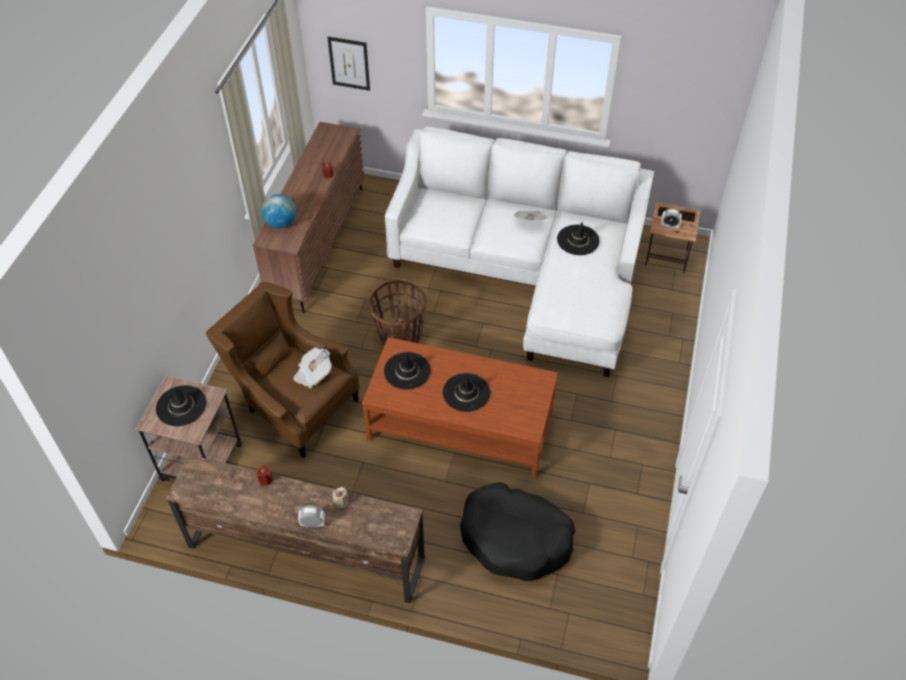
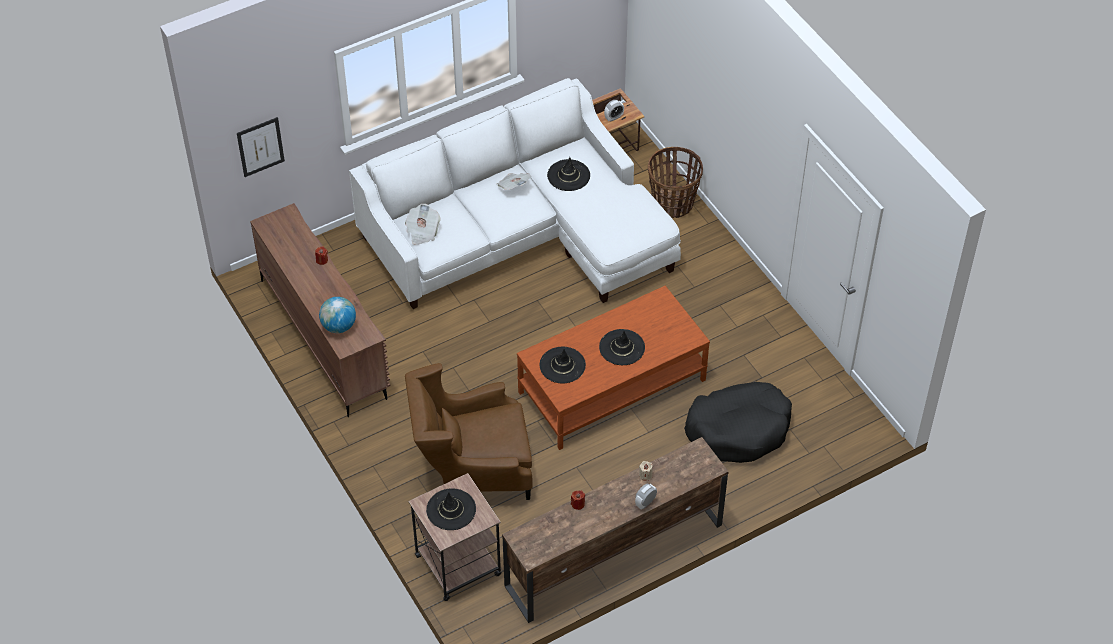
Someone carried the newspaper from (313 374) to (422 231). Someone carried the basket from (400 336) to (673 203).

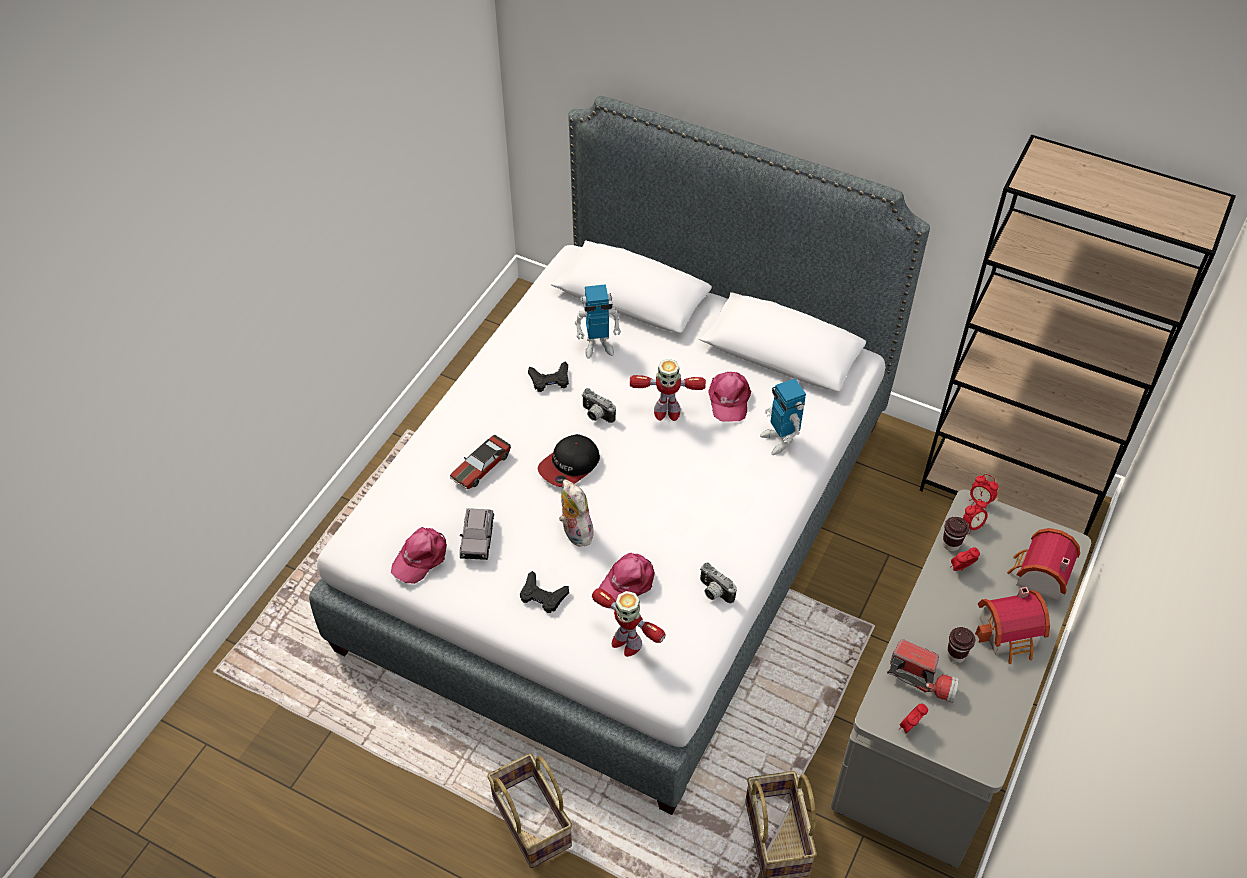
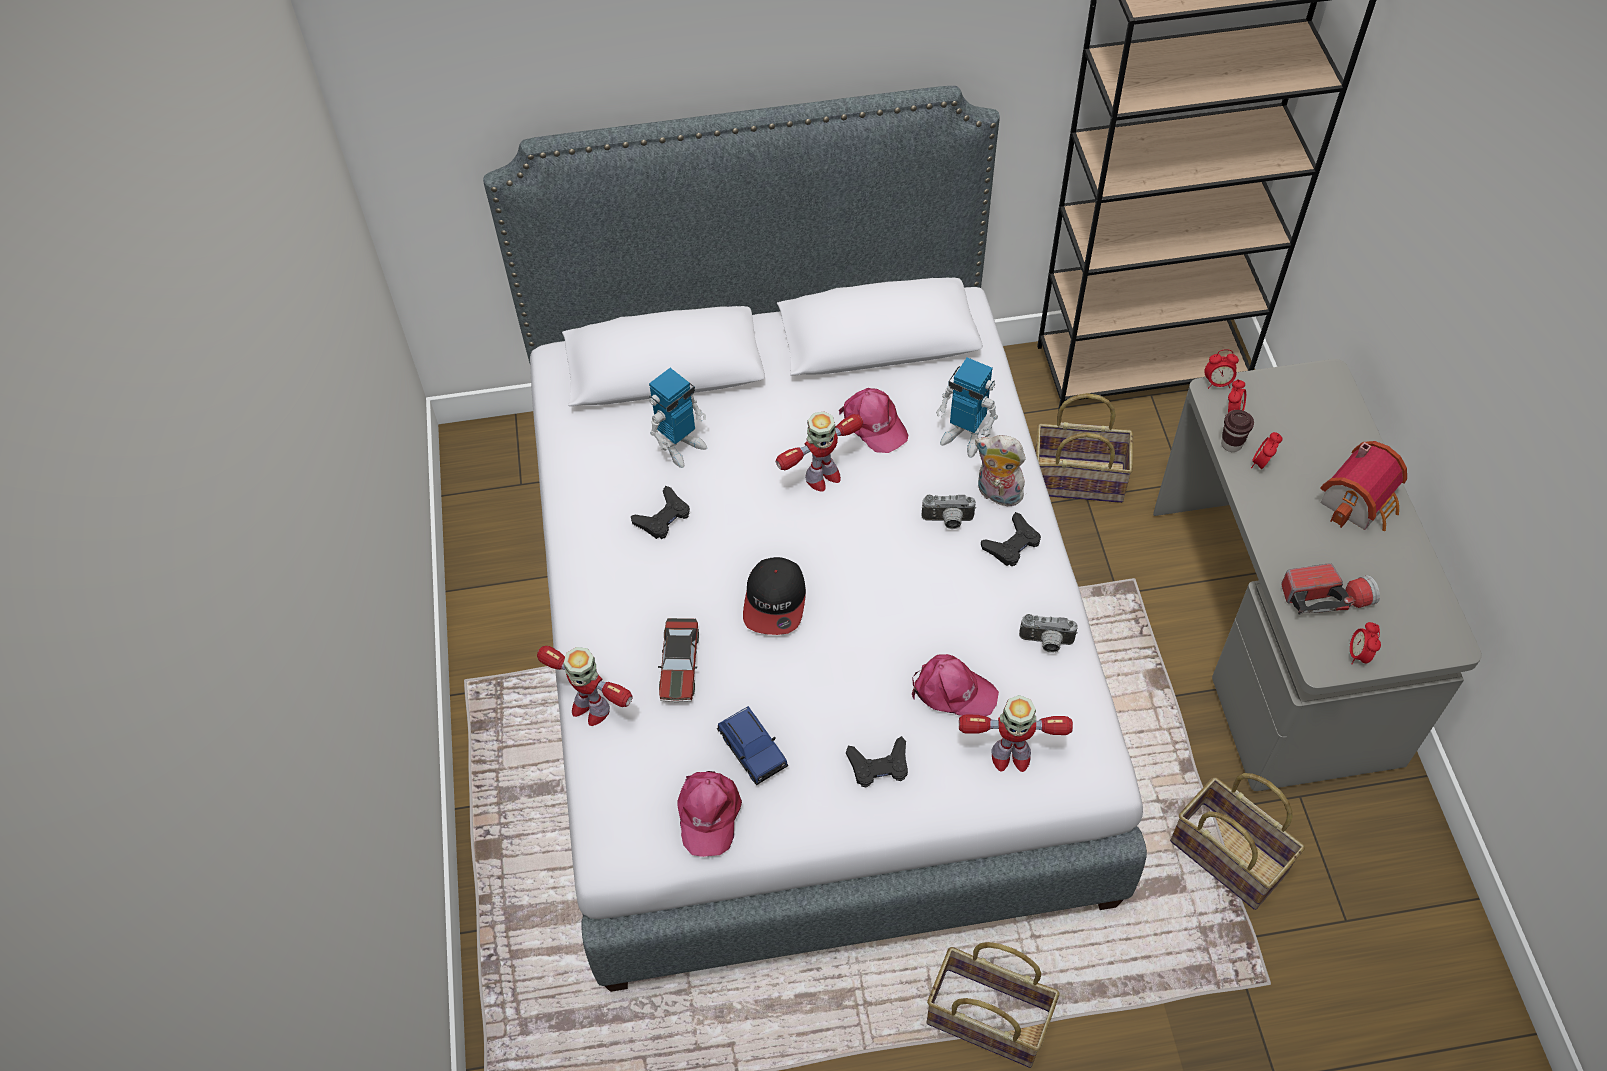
Someone took away the brown cup at (956 655). Someone took away the toy house at (1038 577). Someone put down the toy robot at (590 708). Someone put down the black game controller at (1012 544). Someone put down the basket at (1078 478). Someone carried the plush toy from (575 532) to (997 494). Someone carried the photo camera from (596 415) to (947 521). Someone repainted the grey toy car at (477 539), which became the blue toy car at (752 750). Someone rotated the pink cap at (627 583) by 75 degrees counterclockwise.

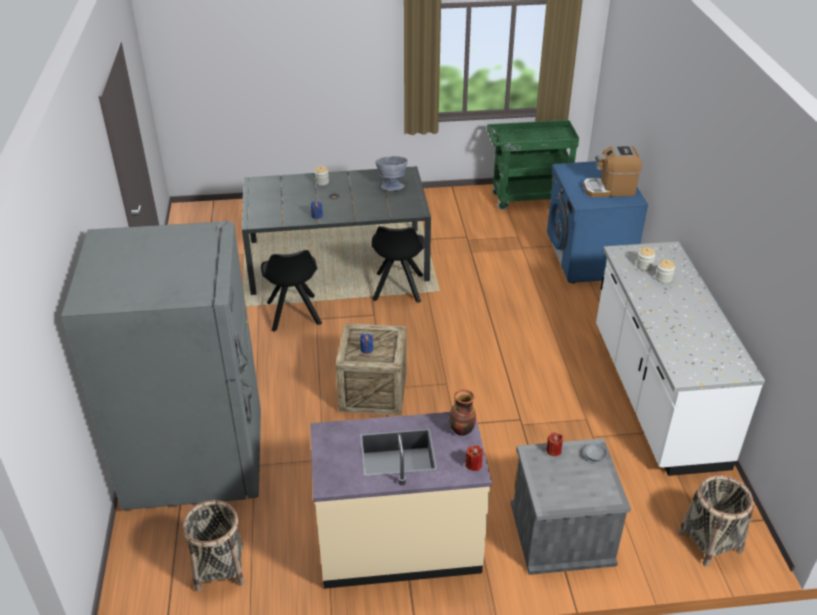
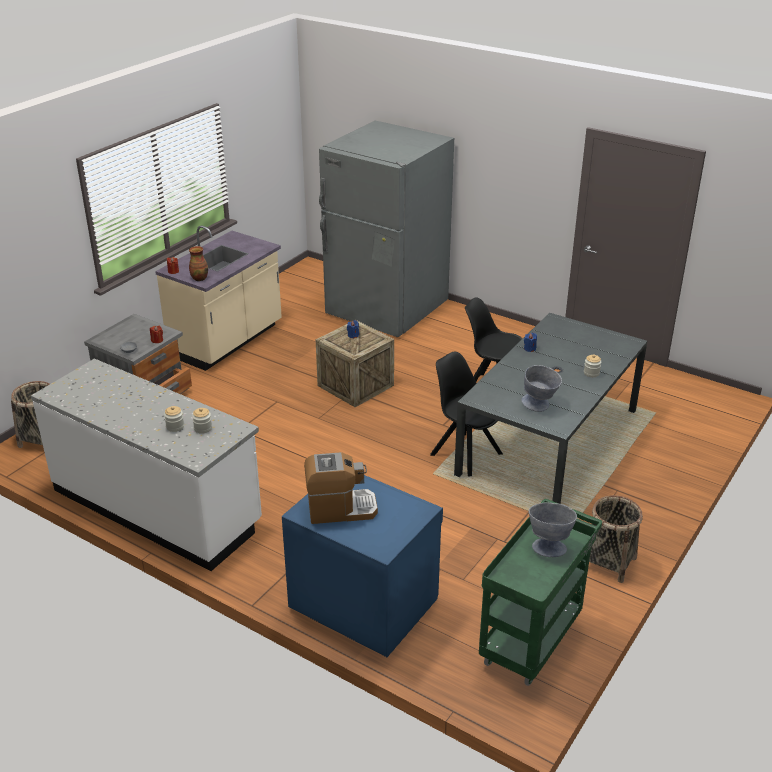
Someone put down the grey bowl at (549 545). Someone carried the basket from (219 568) to (609 562). Someone rotated the coffee machine at (609 189) by 45 degrees clockwise.

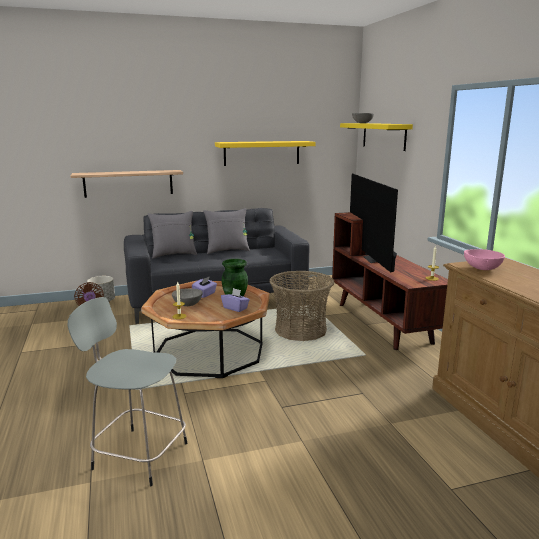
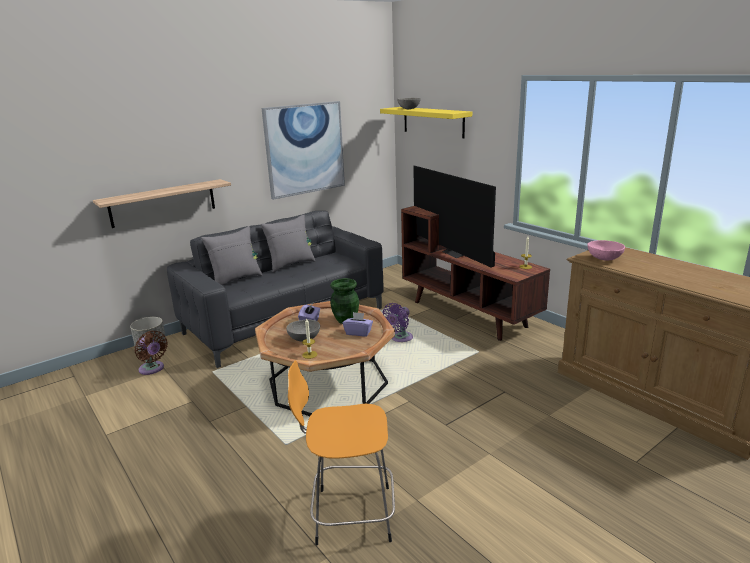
Someone swapped the yellow shelf at (262 153) for the picture at (305 149). Someone swapped the basket at (301 330) for the purple fan at (400 338). Someone repainted the grey stool at (138 455), which became the orange stool at (350 514).

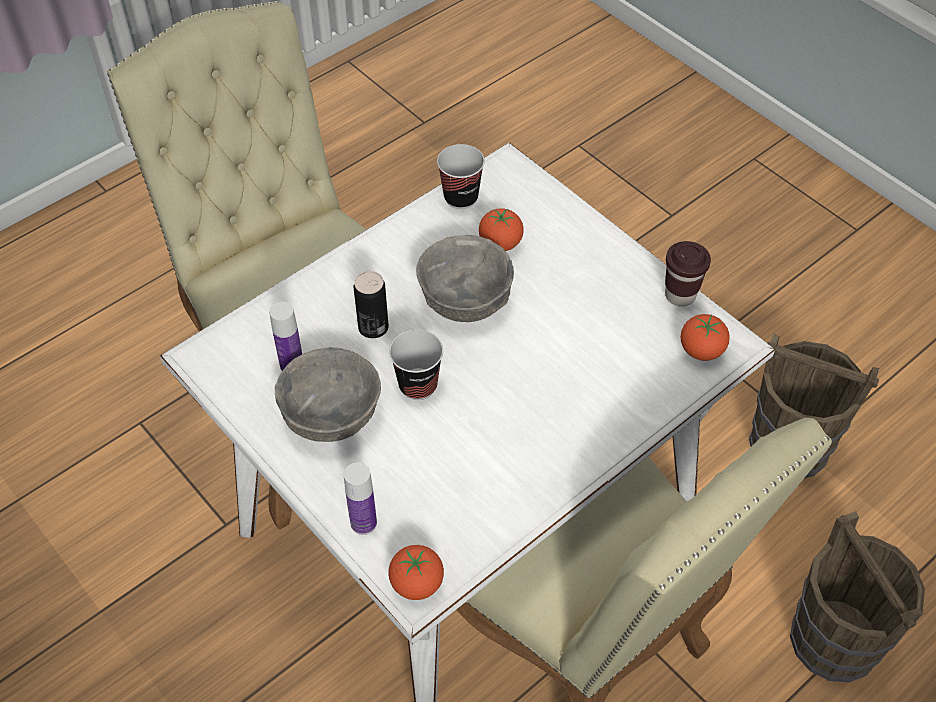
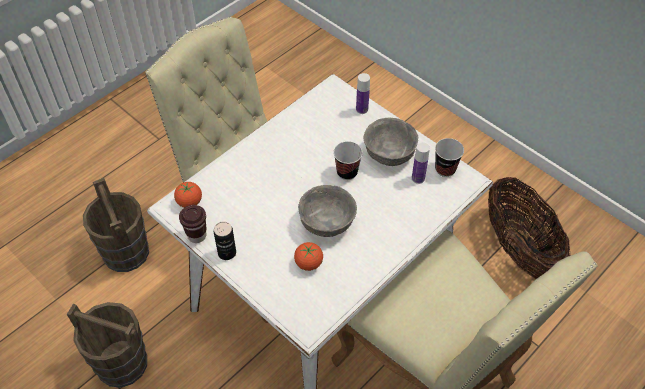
Someone took away the tomato at (417 583). Someone put down the basket at (519 249). Someone carried the can from (373 327) to (227 253). Someone carried the cup from (461 198) to (445 169).

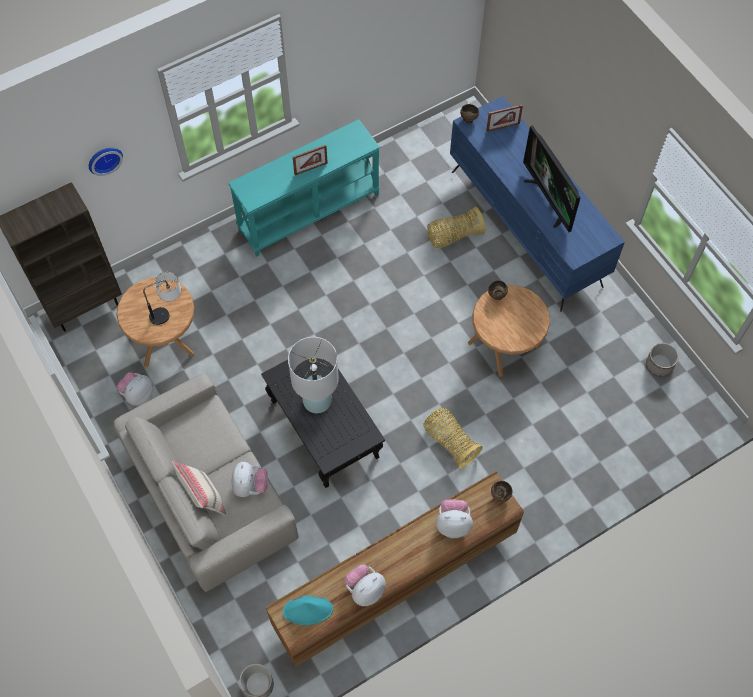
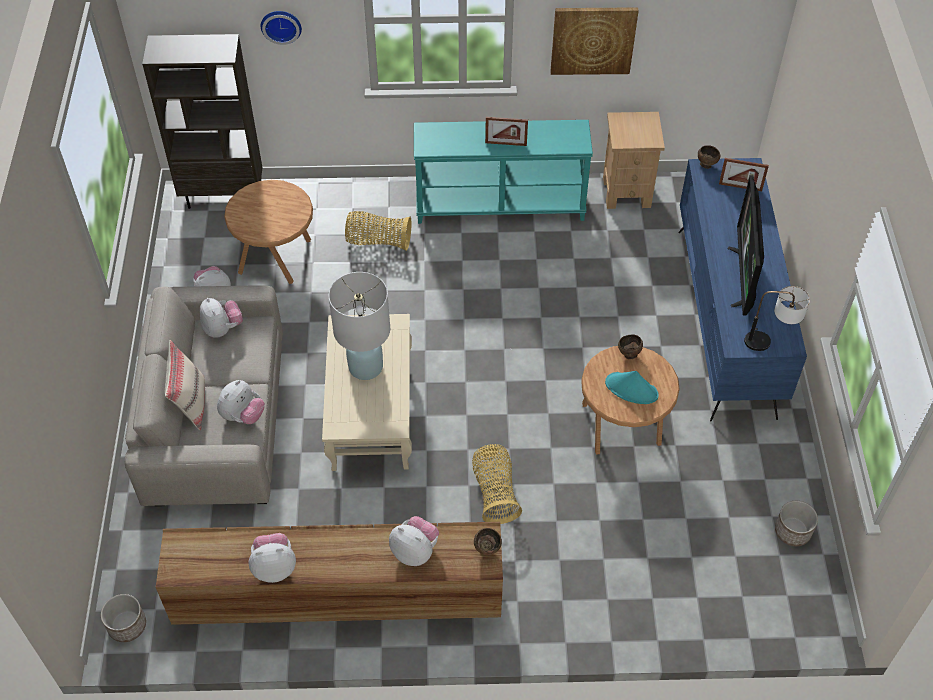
Someone put down the plush toy at (222 329). Someone put up the picture at (593 40). Someone put down the beige nightstand at (627 193). Someone carried the table lamp from (169 312) to (770 342). Someone carried the turquoise hat from (308 610) to (631 389). Someone carried the basket from (453 236) to (378 241). Someone repainted the black coffee table at (324 428), which became the beige coffee table at (371 413).

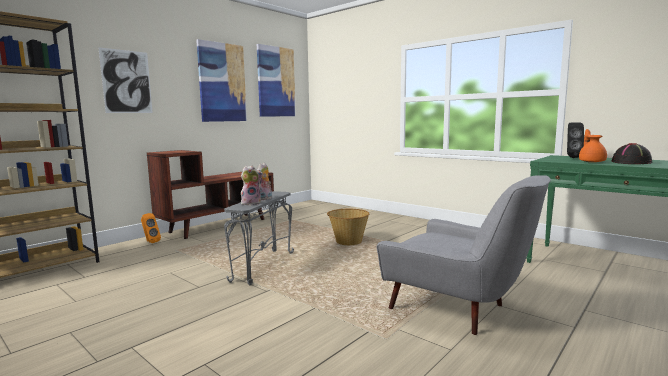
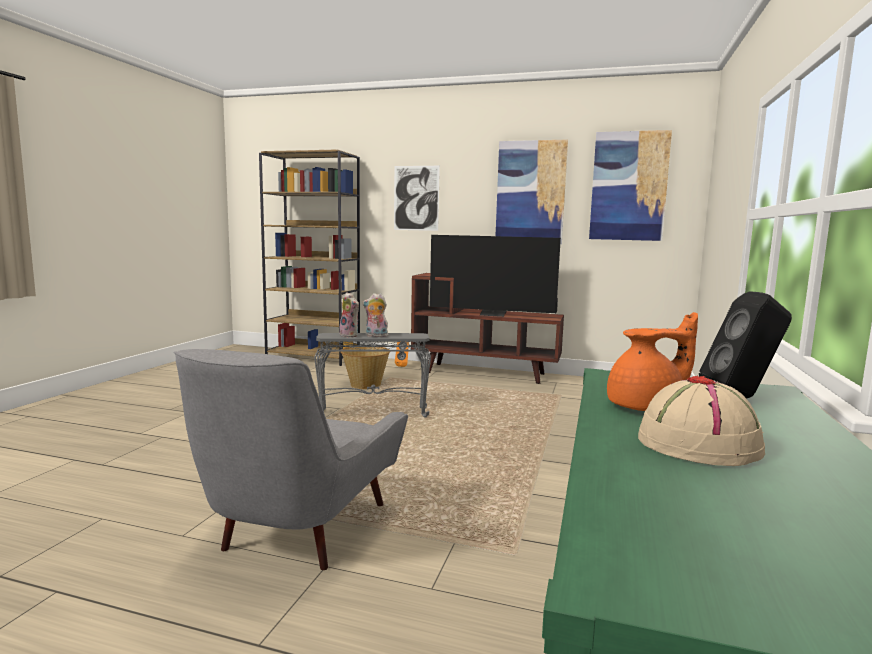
Someone put down the television at (493 314). Someone carried the basket from (348 242) to (365 384). Someone repainted the black hat at (631 162), which became the beige hat at (699 444).

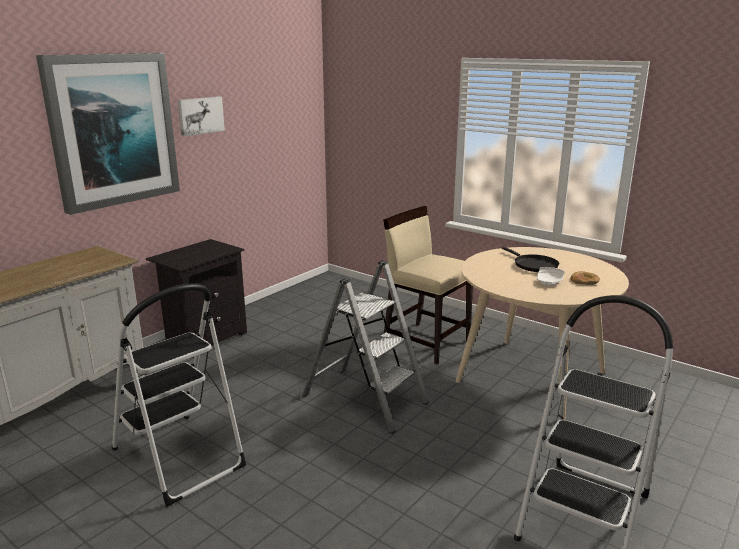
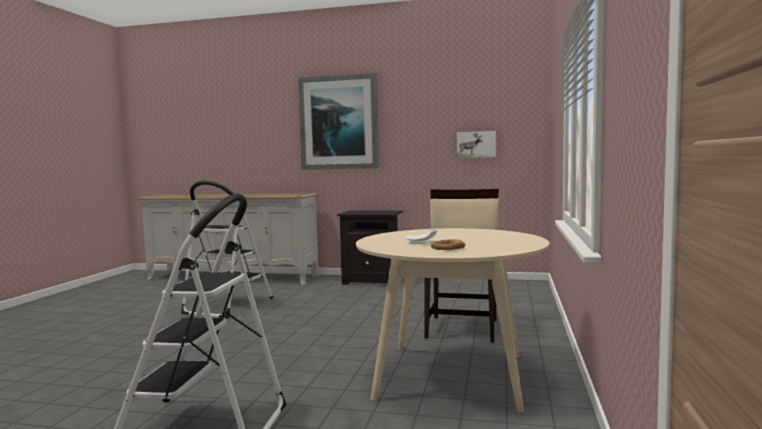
Someone took away the grey step ladder at (363 398). Someone took away the black frying pan at (533 265). Someone carried the picture from (200 115) to (476 144).

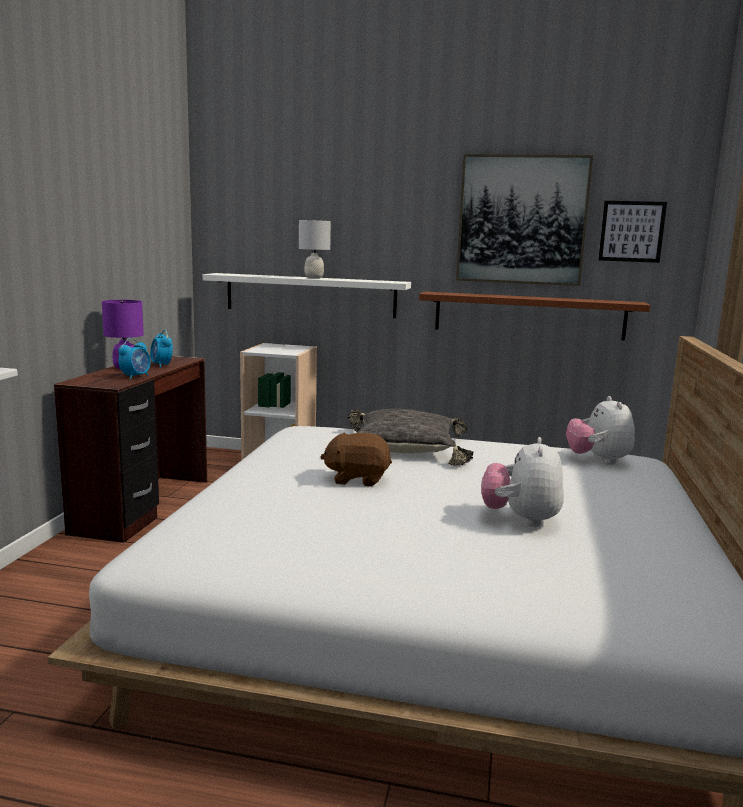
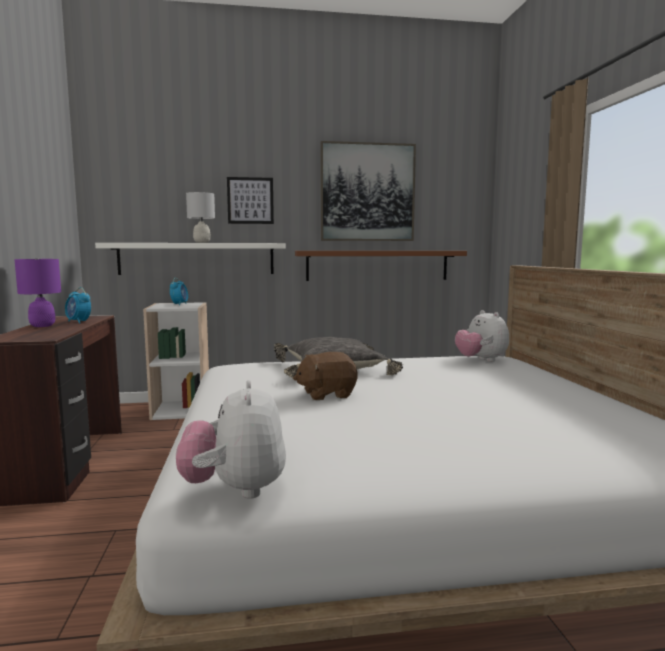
Someone carried the alarm clock from (136 377) to (179 304). Someone carried the plush toy from (521 519) to (235 490). Someone carried the picture from (631 231) to (250 200).

